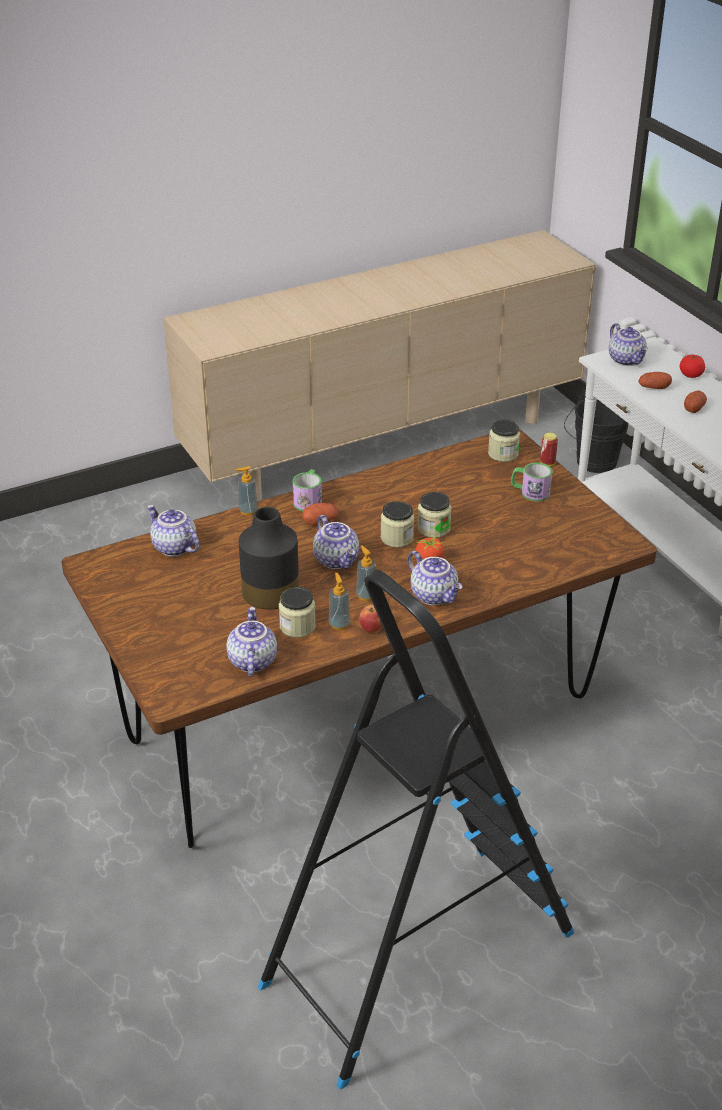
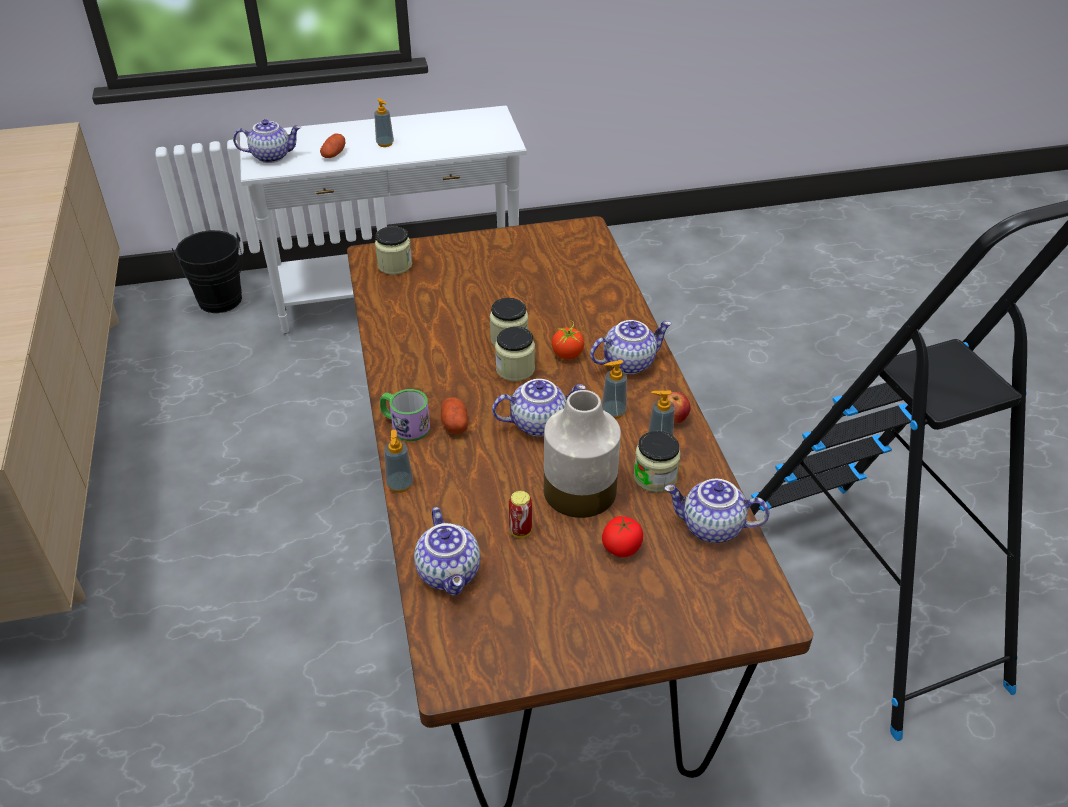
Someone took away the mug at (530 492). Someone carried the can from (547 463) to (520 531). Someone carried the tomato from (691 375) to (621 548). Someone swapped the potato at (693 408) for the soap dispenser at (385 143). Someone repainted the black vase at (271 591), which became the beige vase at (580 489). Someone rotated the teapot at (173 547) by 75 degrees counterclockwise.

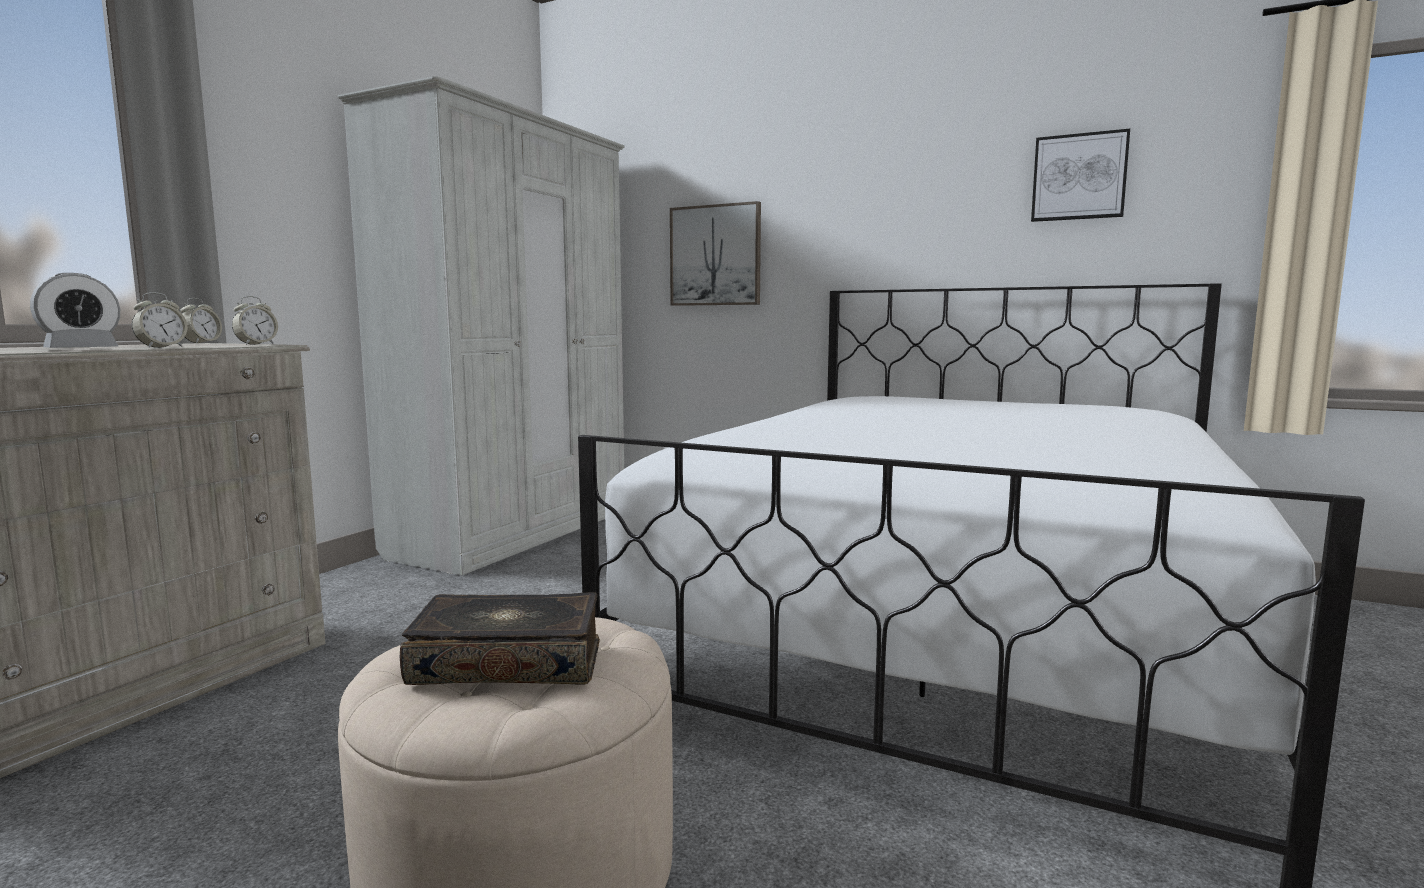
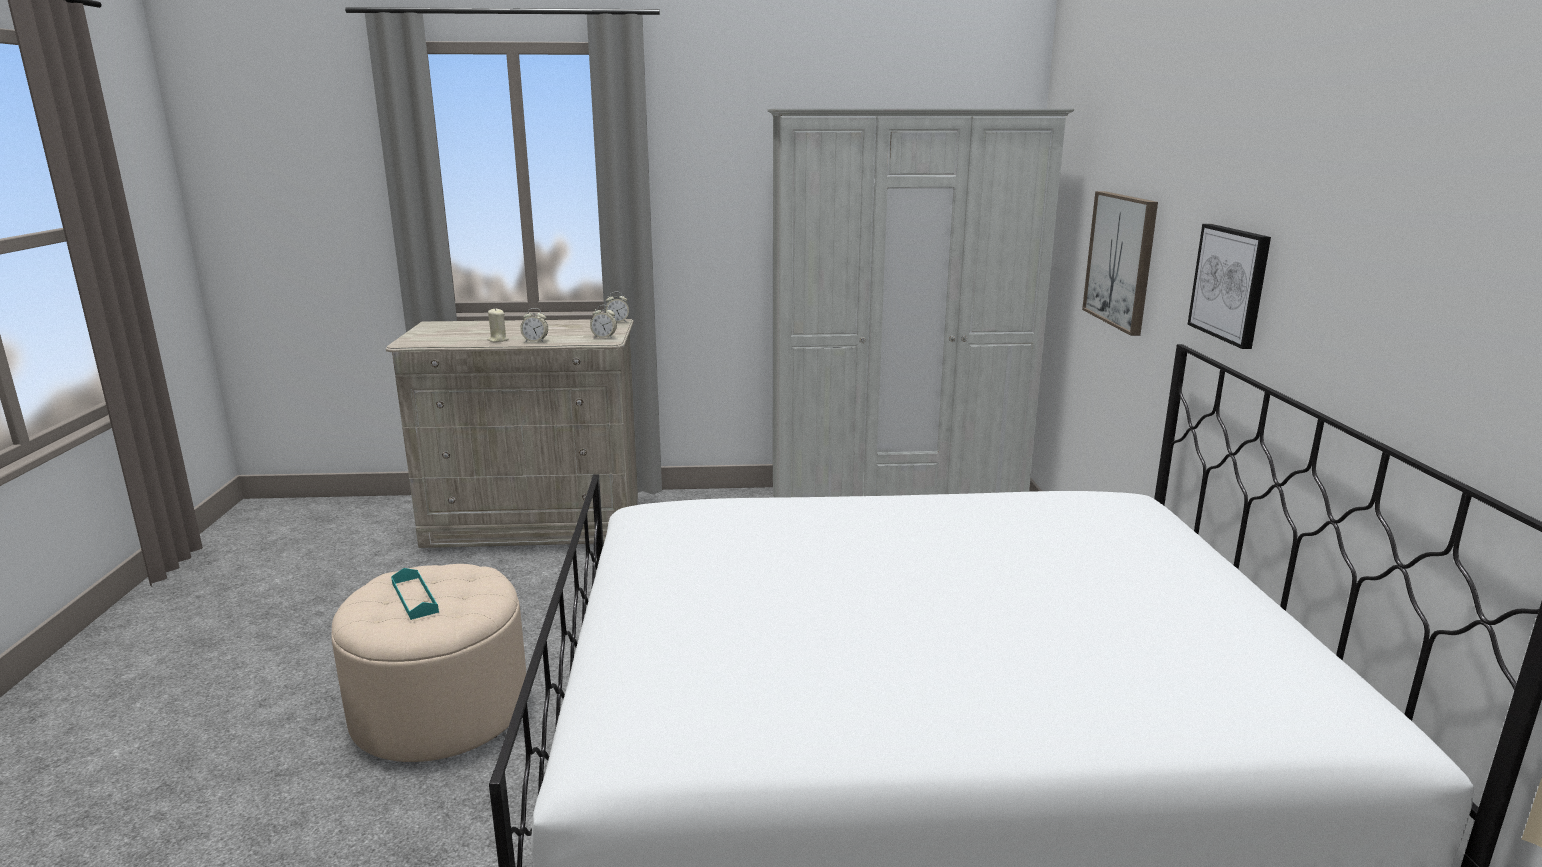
Someone carried the picture from (1079 177) to (1230 284). Someone swapped the alarm clock at (81 349) for the beige candle at (498 340). Someone swapped the book at (508 661) for the turquoise tray at (414 597).

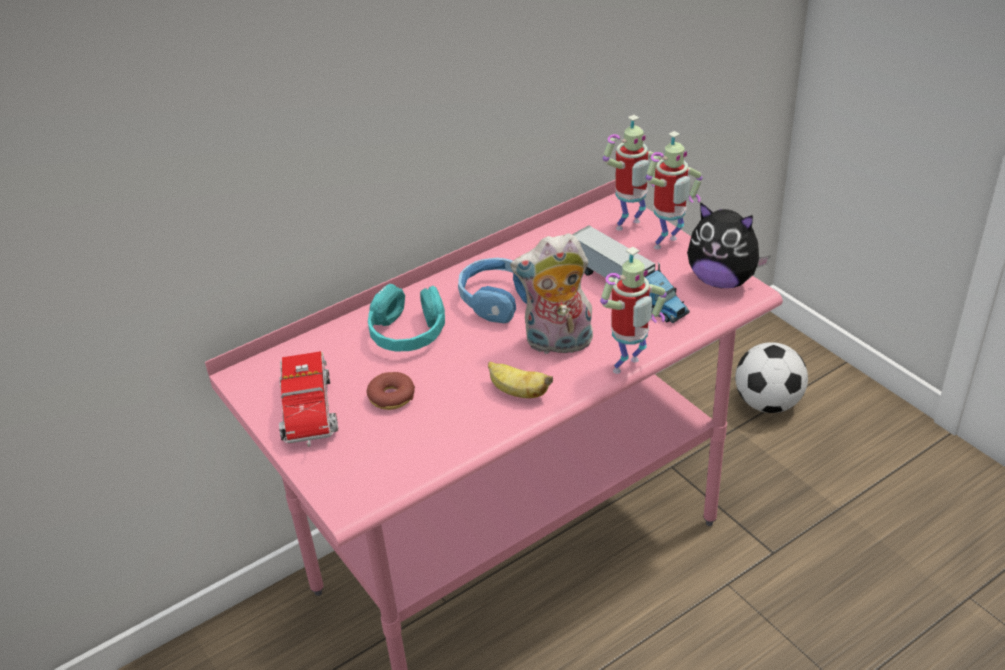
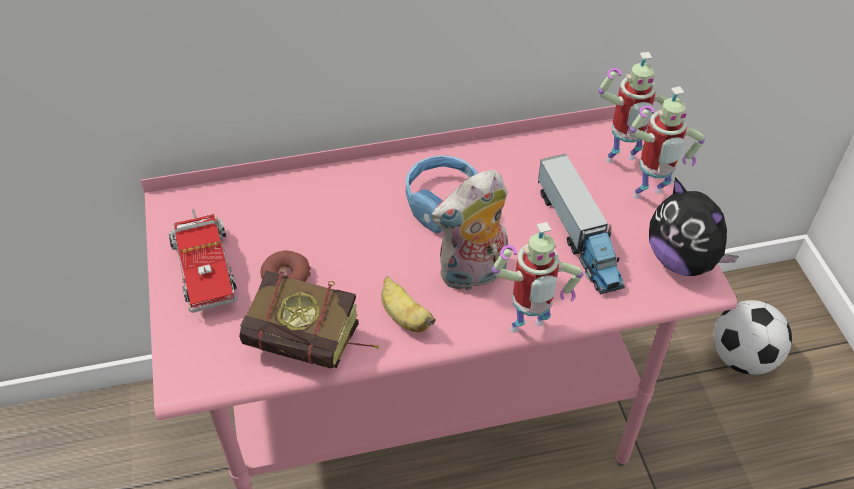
Someone took away the turquoise headphones at (408 332). Someone put down the book at (315 345). Someone rotated the toy truck at (309 414) by 150 degrees clockwise. Someone rotated the plush toy at (557 344) by 45 degrees counterclockwise.

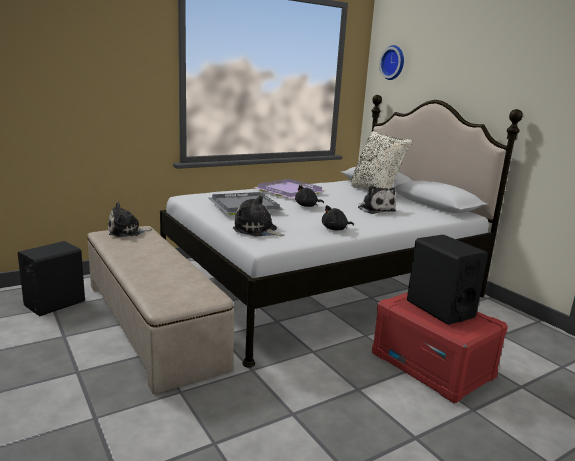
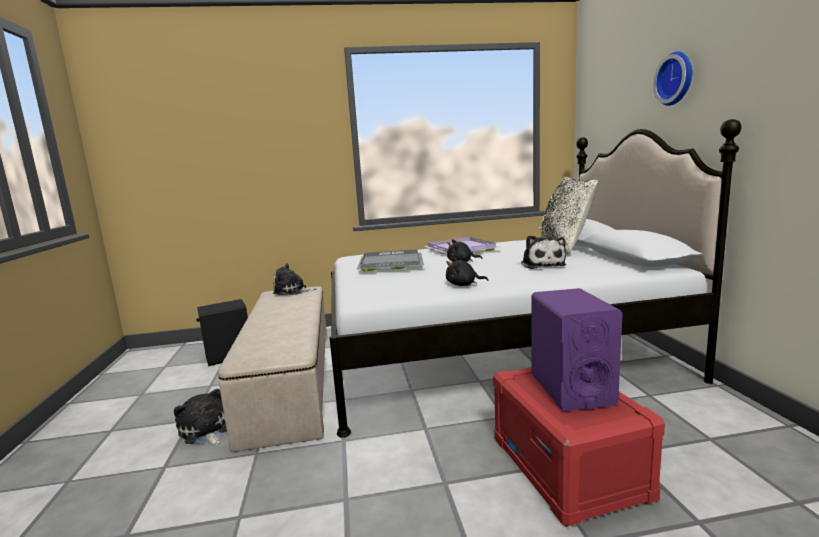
Someone carried the plush toy from (257 230) to (205 431). Someone carried the wall clock from (393 62) to (676 78). Someone repainted the black speaker at (439 309), which became the purple speaker at (571 389).

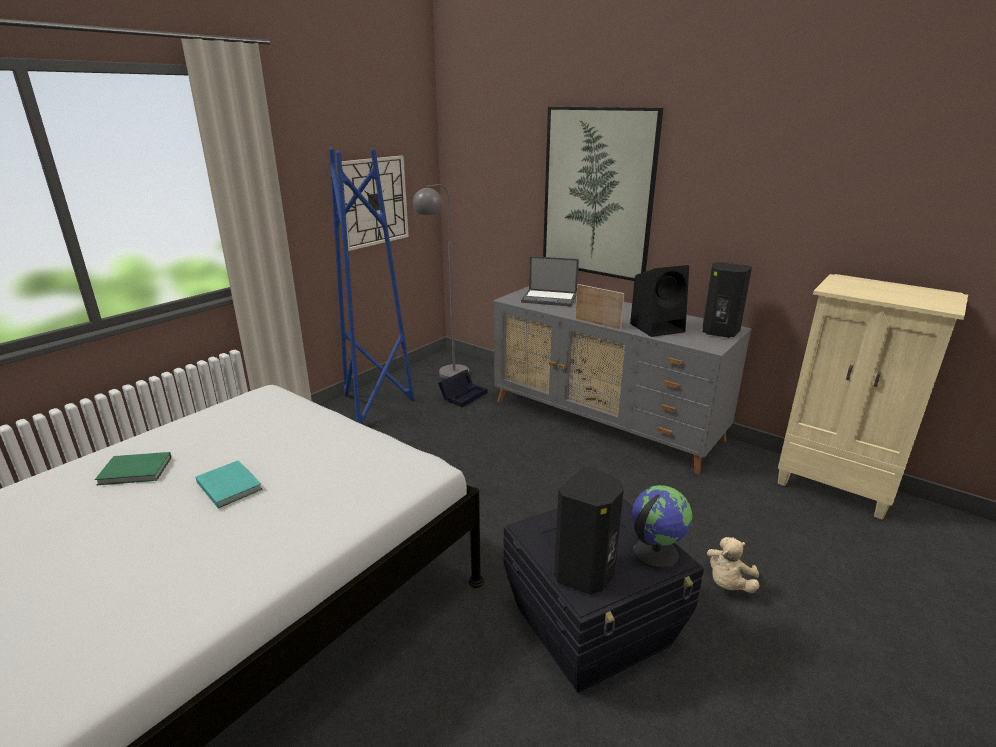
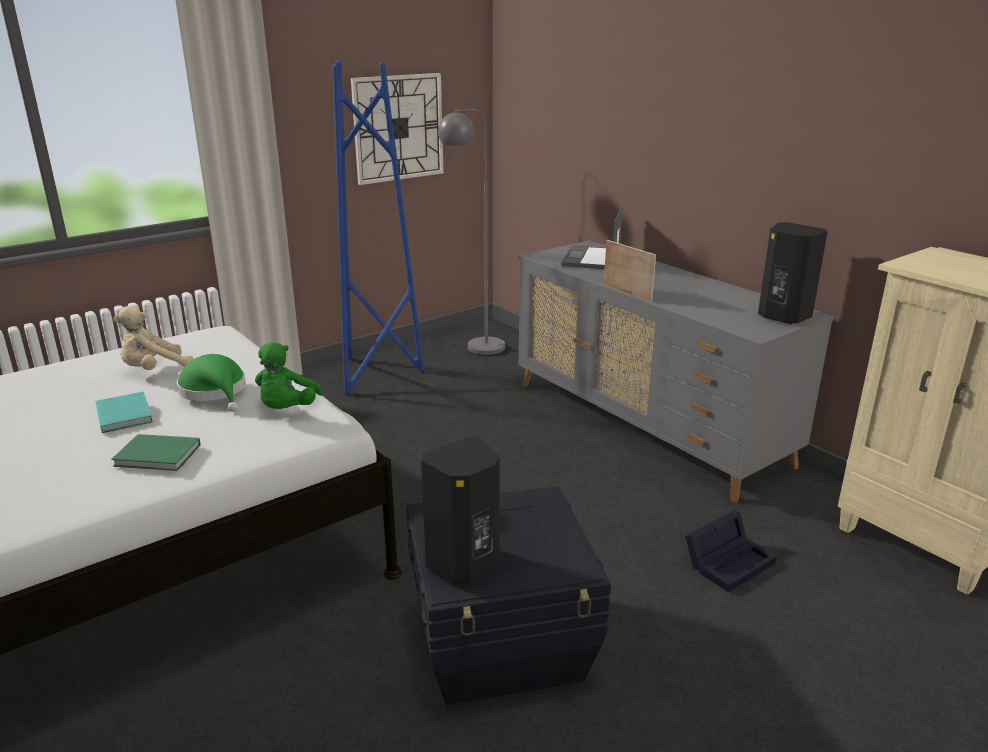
Someone took away the picture at (597 194). Someone took away the black speaker at (658 327). Someone took away the globe at (655 553). Someone put down the green hat at (215 391). Someone put down the green plush toy at (287 410). Someone carried the green book from (137 471) to (159 456). Someone carried the black storage box from (464 395) to (729 561). Someone carried the beige plush toy from (728 584) to (154 370). Someone rotated the laptop at (550 298) by 75 degrees clockwise.

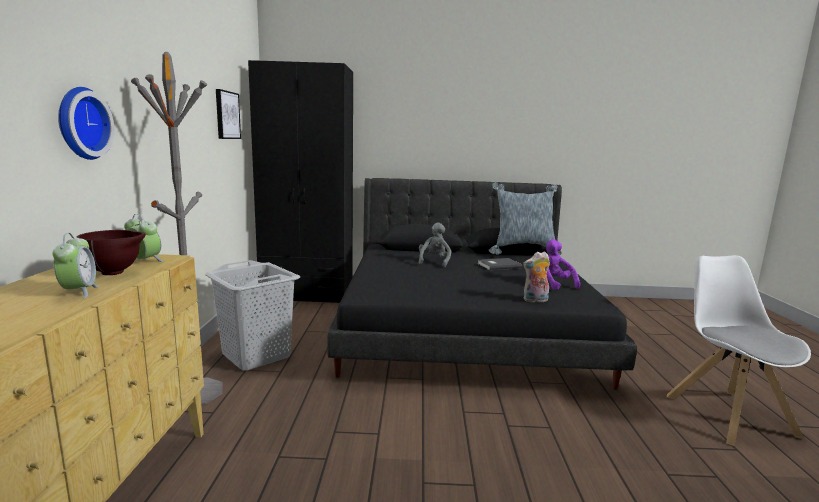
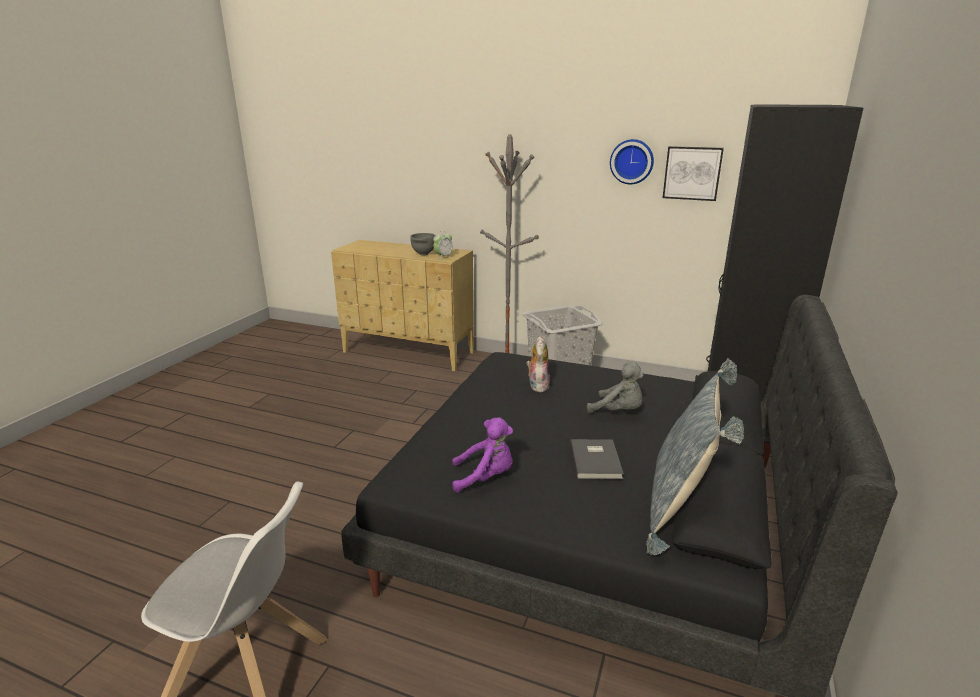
Someone took away the alarm clock at (79 292). Someone carried the wall clock from (80 123) to (632 161). Someone carried the plush toy from (535 300) to (537 385). Someone repainted the brown bowl at (116 273), which became the grey bowl at (423 254).

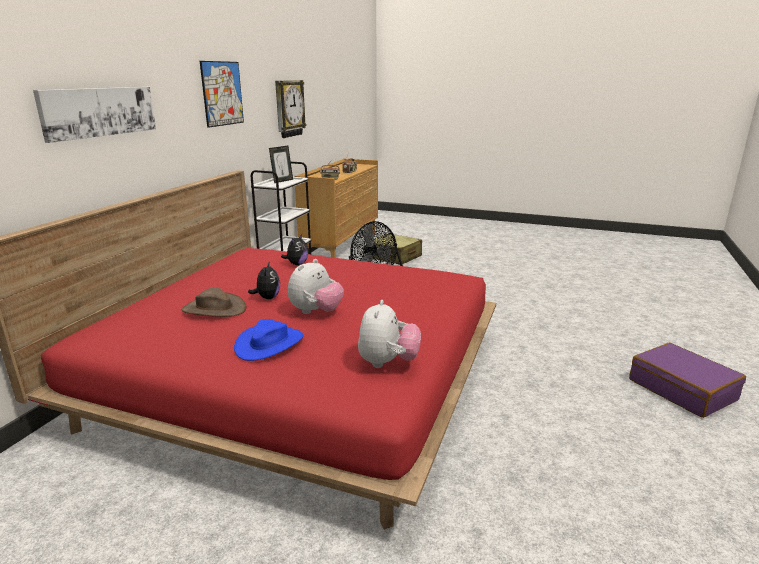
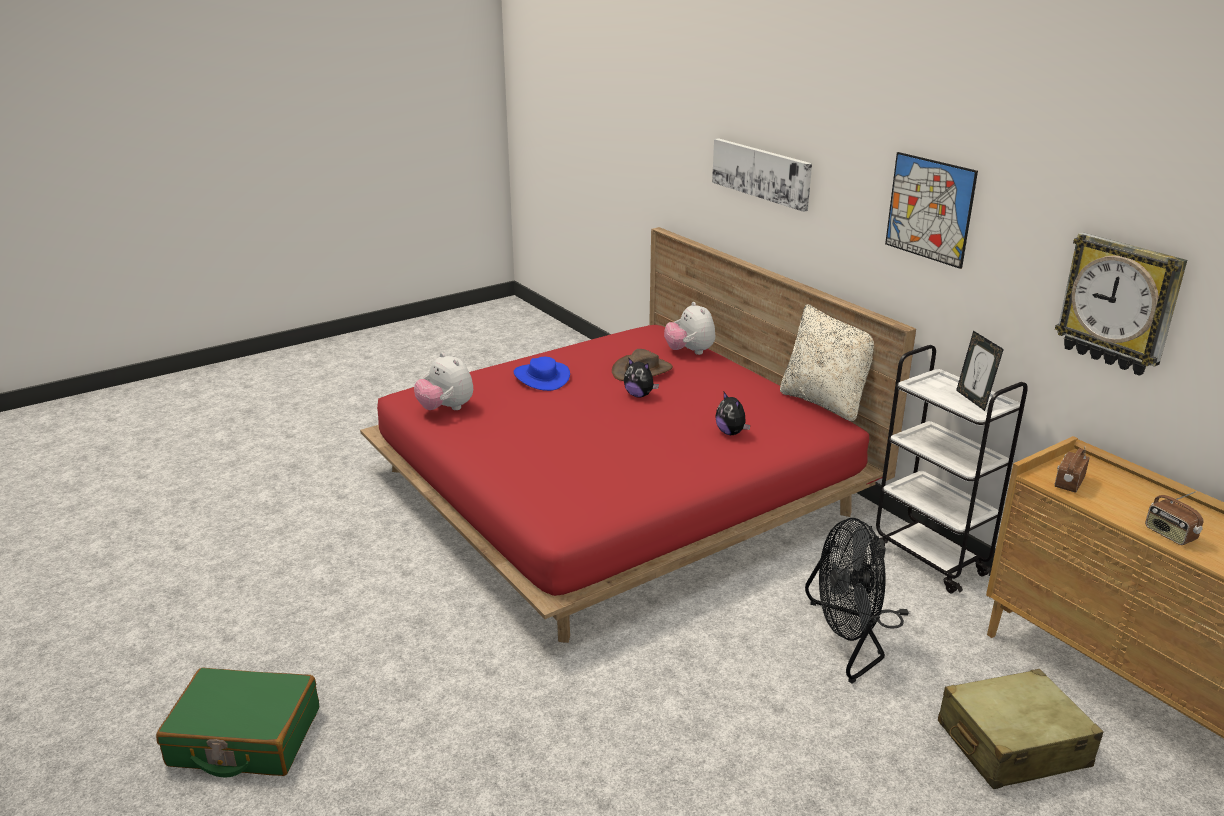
Someone put down the beige pillow at (824 405). Someone carried the plush toy from (316 312) to (689 352). Someone repainted the purple suitcase at (682 390), which became the green suitcase at (244 737).

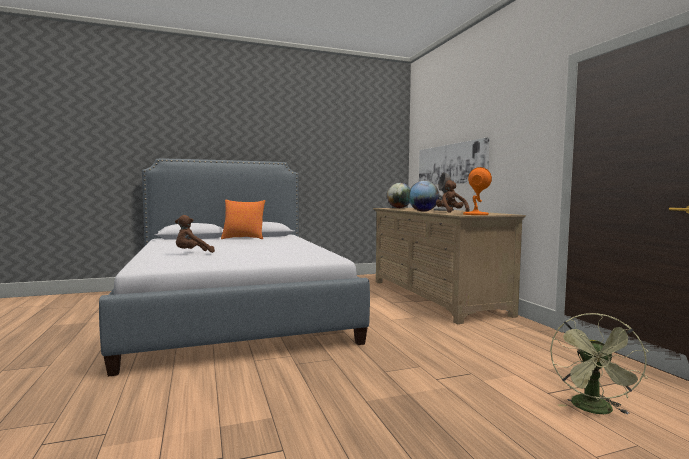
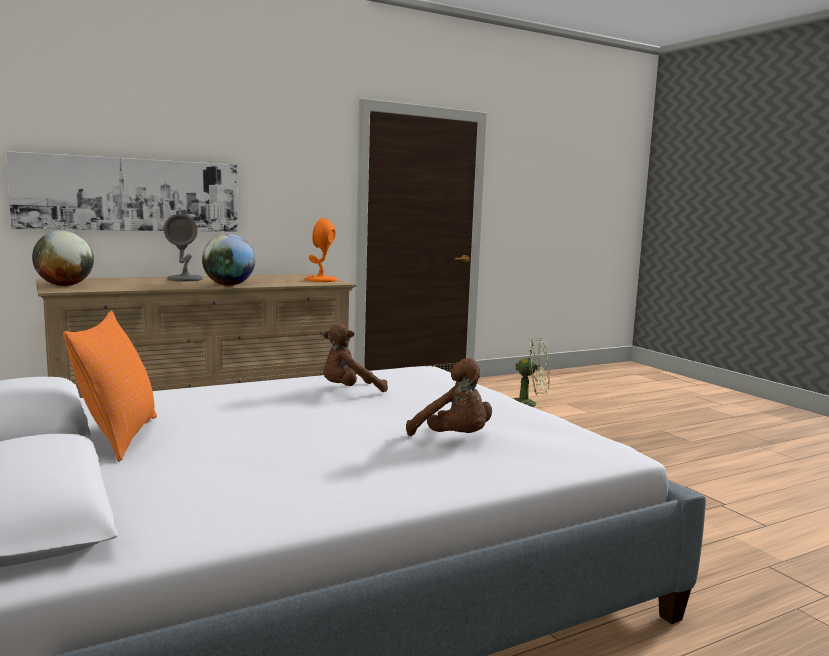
Someone carried the brown plush toy from (451 212) to (349 391).

